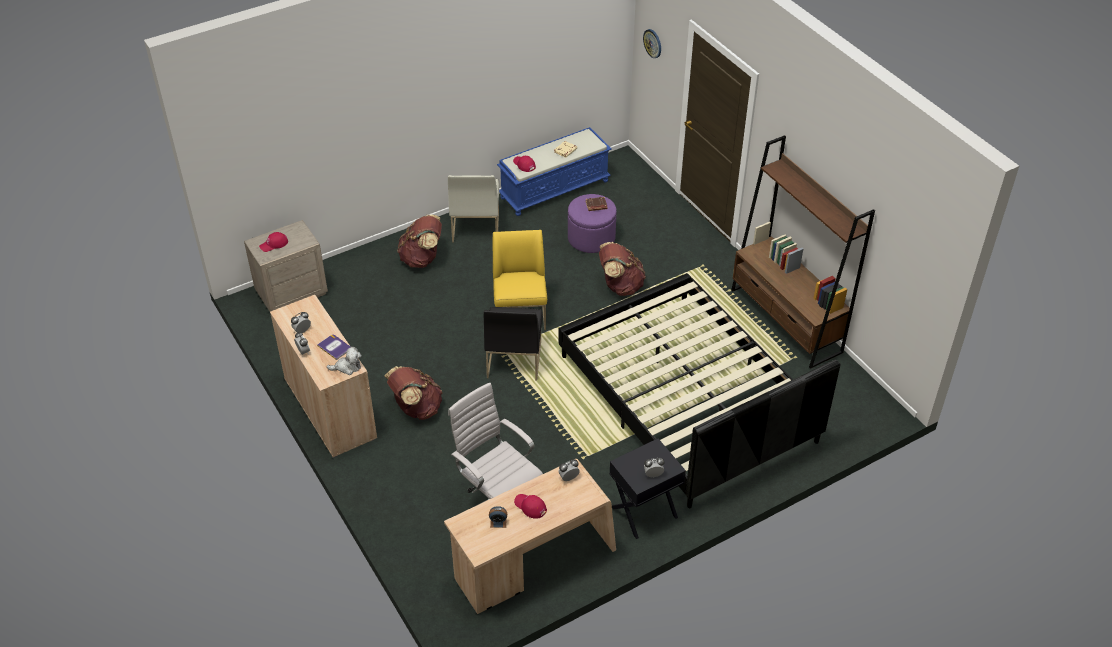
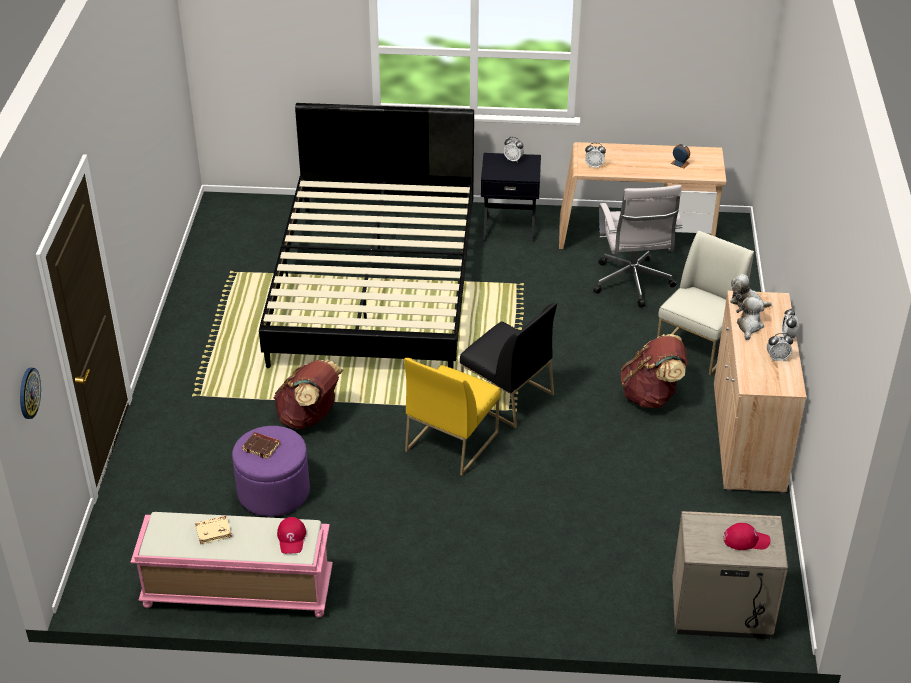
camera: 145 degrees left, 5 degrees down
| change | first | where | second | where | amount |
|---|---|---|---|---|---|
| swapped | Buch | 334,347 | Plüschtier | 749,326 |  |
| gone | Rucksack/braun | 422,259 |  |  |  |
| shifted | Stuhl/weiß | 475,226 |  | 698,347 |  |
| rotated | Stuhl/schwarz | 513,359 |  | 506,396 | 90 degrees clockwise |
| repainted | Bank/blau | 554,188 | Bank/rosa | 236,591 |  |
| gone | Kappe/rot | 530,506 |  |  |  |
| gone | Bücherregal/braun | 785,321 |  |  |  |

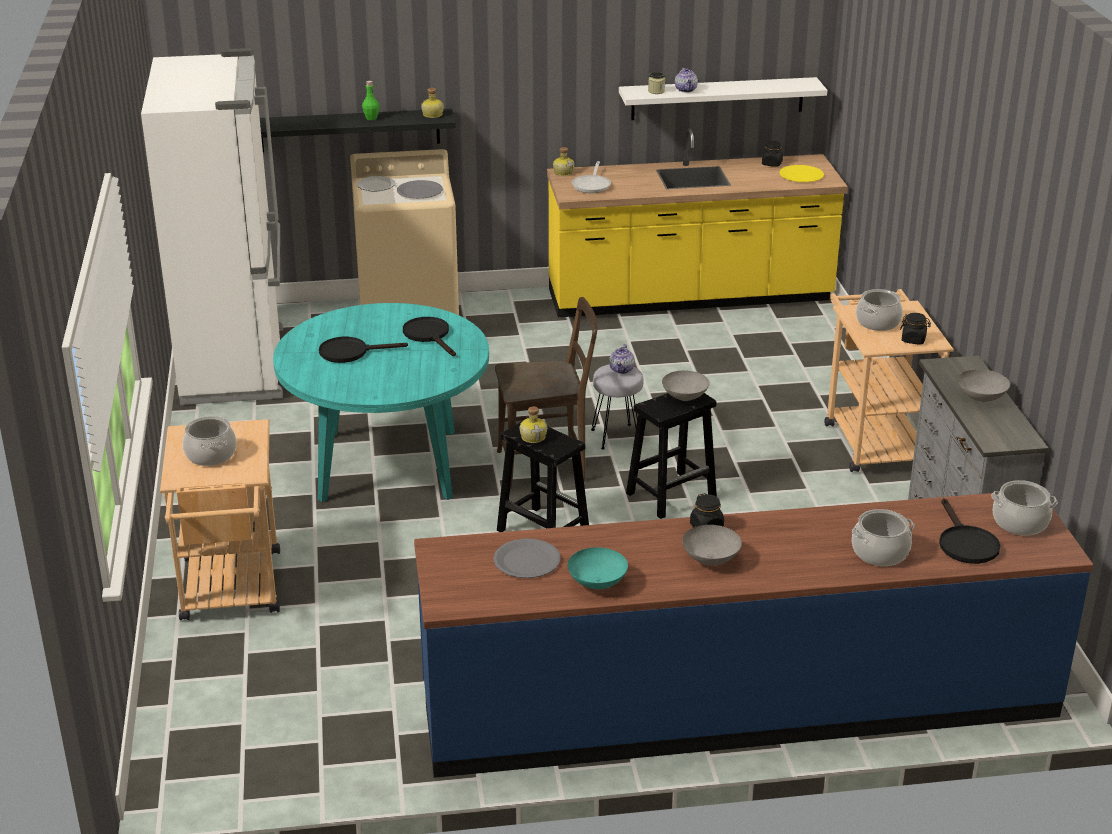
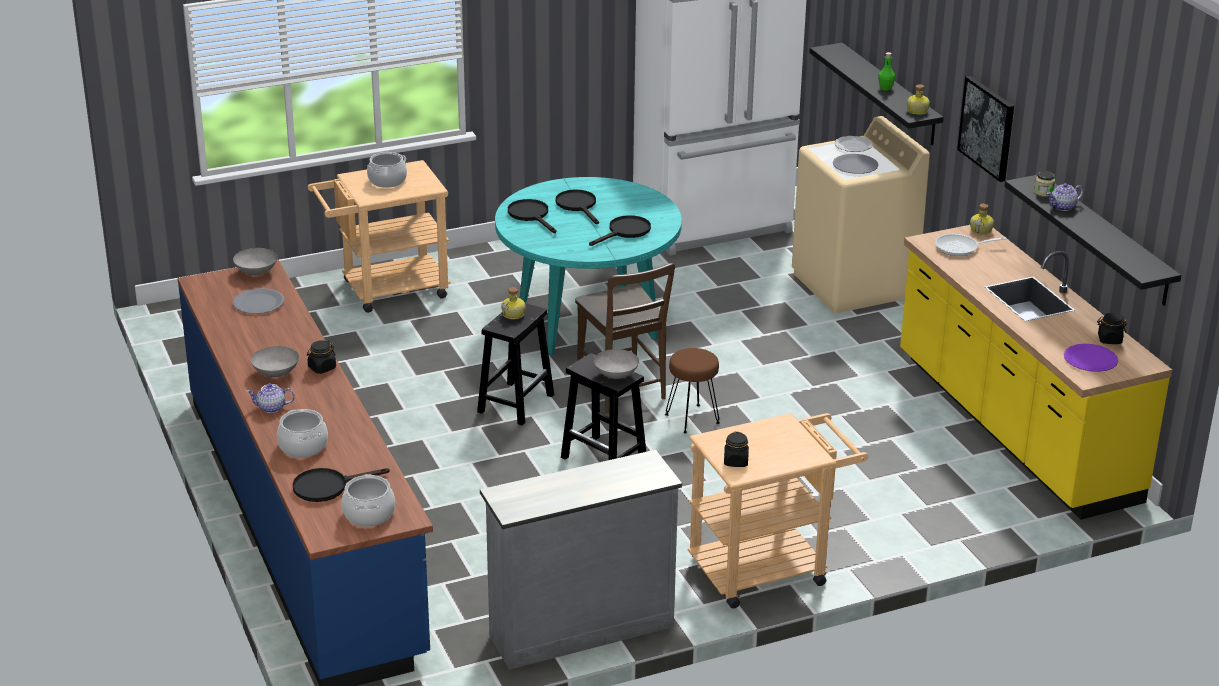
camera: 75 degrees right, 0 degrees up
| change | first | where | second | where | amount |
|---|---|---|---|---|---|
| gone | Schüssel/türkis | 596,583 |  |  |  |
| repainted | Hocker/grau | 617,437 | Hocker/braun | 692,419 |  |
| shifted | Teekanne | 622,370 |  | 271,408 |  |
| repainted | Wandregal/weiß | 717,98 | Wandregal/schwarz | 1105,240 |  |
| repainted | Teller/gelb | 801,175 | Teller/lila | 1090,359 |  |
| gone | Kochtopf | 878,323 |  |  |  |
| shifted | Schüssel/grau | 982,398 |  | 256,272 |  |
| new |  |  | Pfanne/schwarz | 531,215 |  |
| new |  |  | Bild | 987,128 |  |

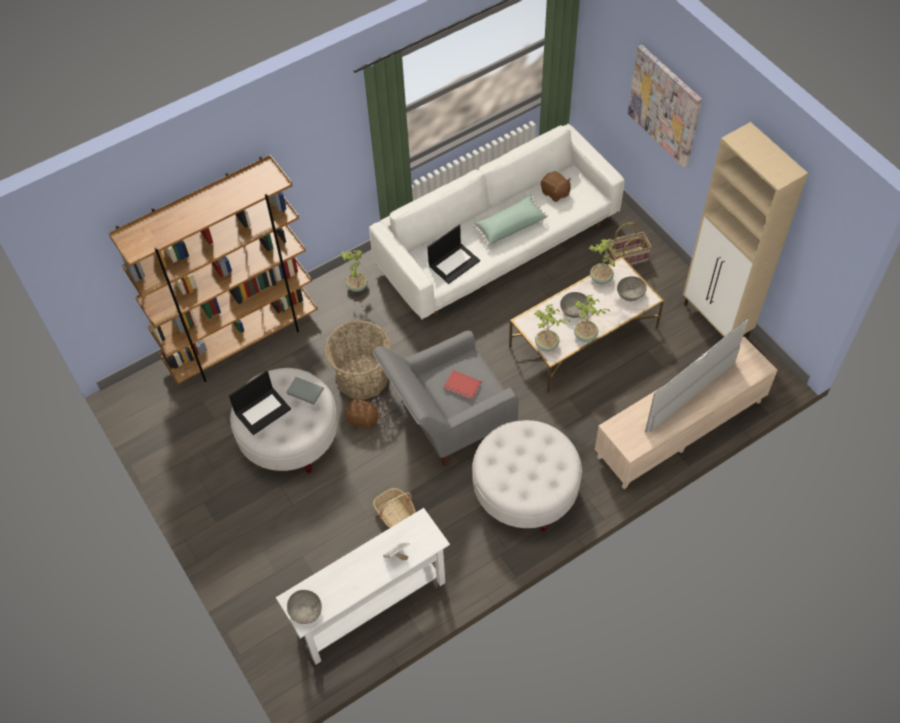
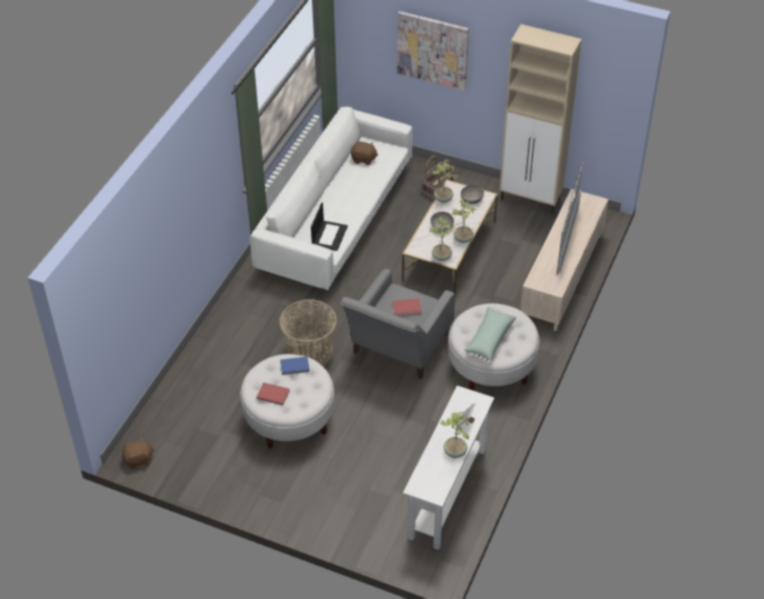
camera: 35 degrees left, 10 degrees down
| change | first | where | second | where | amount |
|---|---|---|---|---|---|
| gone | Bücherregal/braun | 242,341 |  |  |  |
| swapped | Laptop | 262,410 | Buch/rot | 273,394 |  |
| repainted | Buch/grau | 305,392 | Buch/blau | 295,367 |  |
| gone | Schüssel/grau | 306,611 |  |  |  |
| shifted | Topfpflanze | 356,286 |  | 454,452 |  |
| shifted | Plüschtier/braun | 362,419 |  | 138,460 |  |
| gone | Korb | 395,514 |  |  |  |
| shifted | Kissen/grün | 510,225 |  | 489,340 |  |

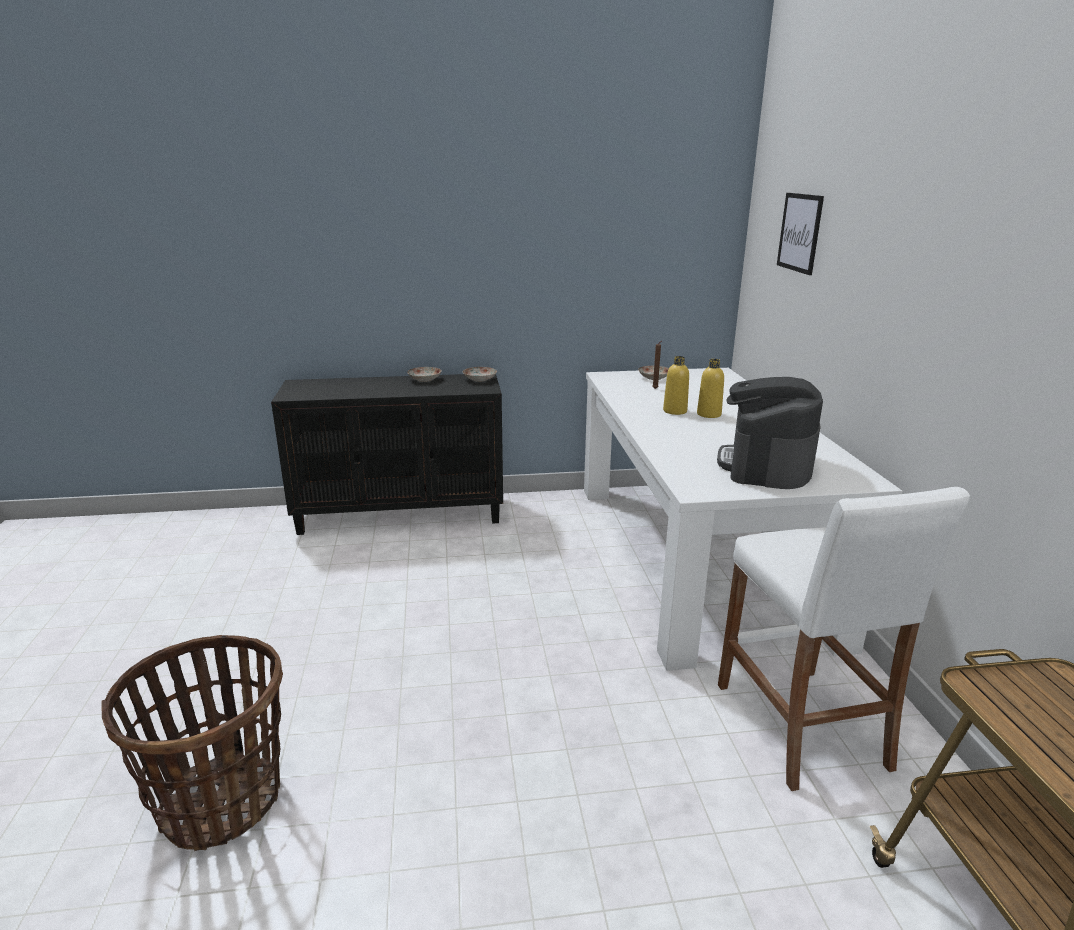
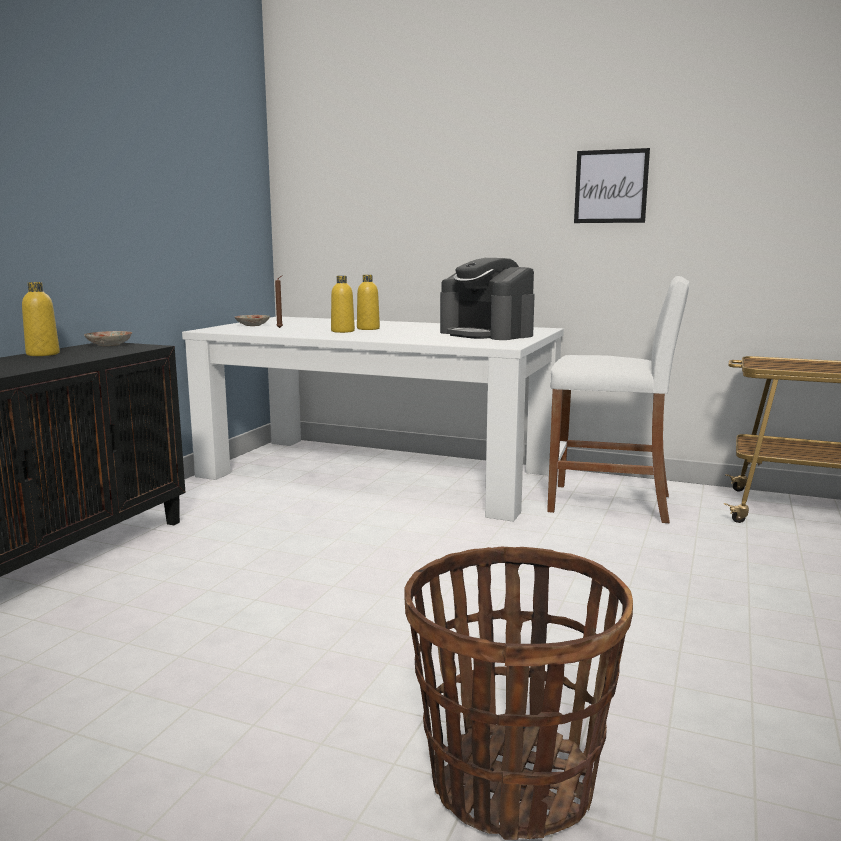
camera: 60 degrees left, 10 degrees down
| change | first | where | second | where | amount |
|---|---|---|---|---|---|
| swapped | Teller | 424,379 | Flasche/gelb | 43,354 |  |
| shifted | Bild | 799,232 |  | 611,186 |  |

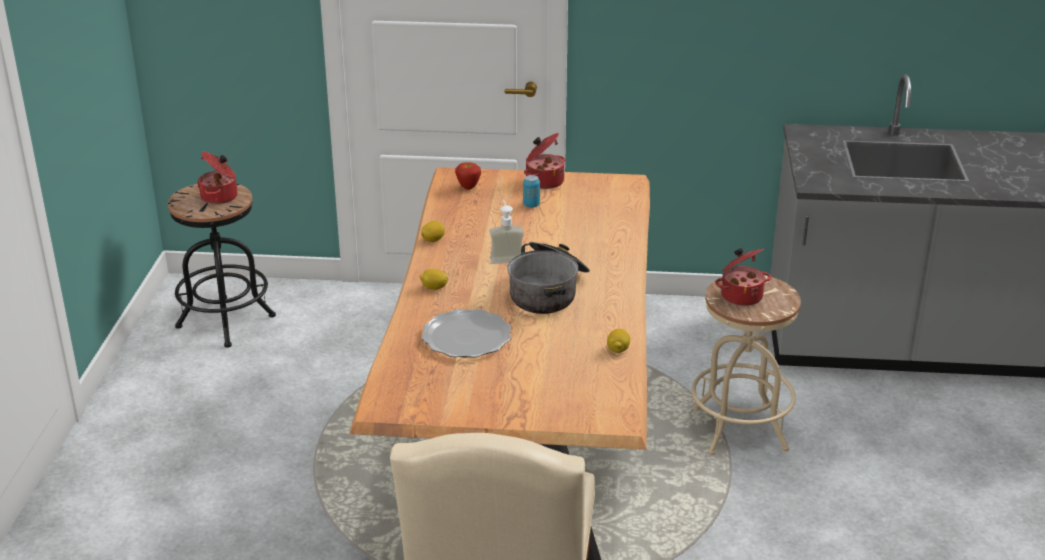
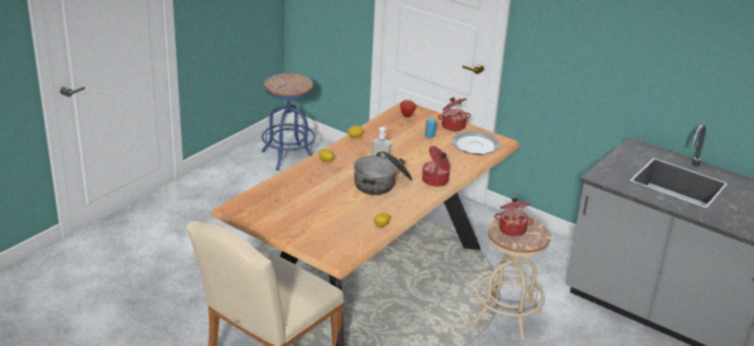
camera: 30 degrees right, 0 degrees up
| change | first | where | second | where | amount |
|---|---|---|---|---|---|
| repainted | Hocker/schwarz | 226,322 | Hocker/blau | 288,157 |  |
| shifted | Kochtopf | 220,197 |  | 436,181 |  |
| shifted | Teller | 466,337 |  | 475,145 |  |

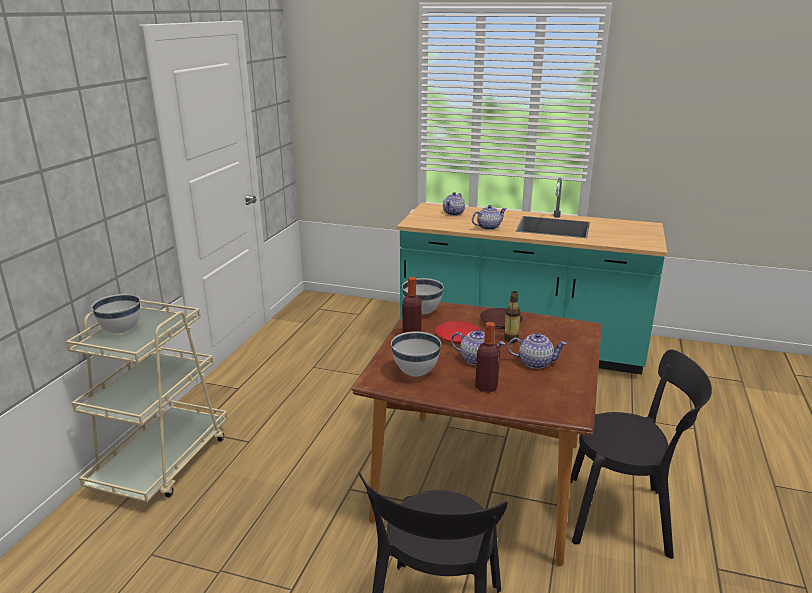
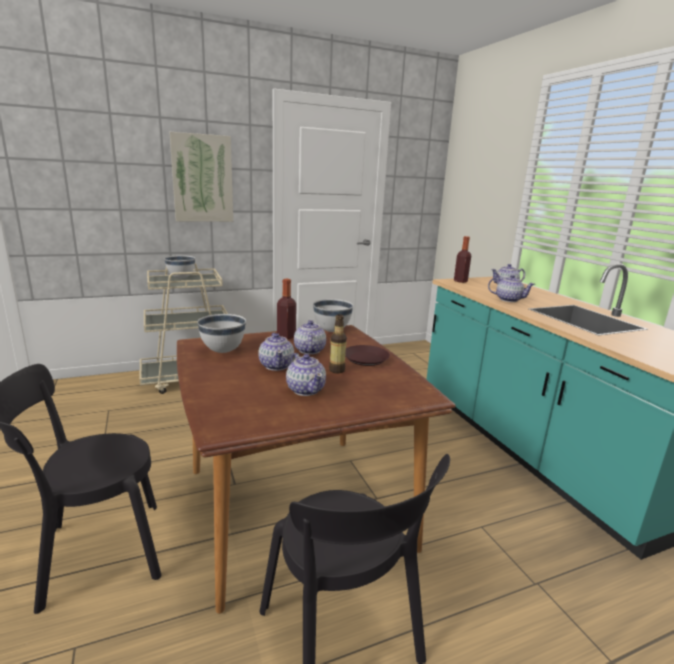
camera: 50 degrees right, 5 degrees down
| change | first | where | second | where | amount |
|---|---|---|---|---|---|
| swapped | Teller/rot | 458,336 | Teekanne | 309,350 |  |
| shifted | Flasche | 486,387 |  | 460,281 |  |
| new |  |  | Bild | 202,178 |  |

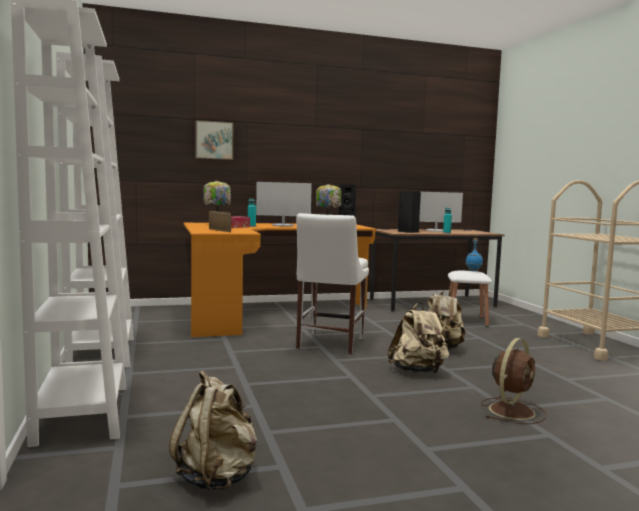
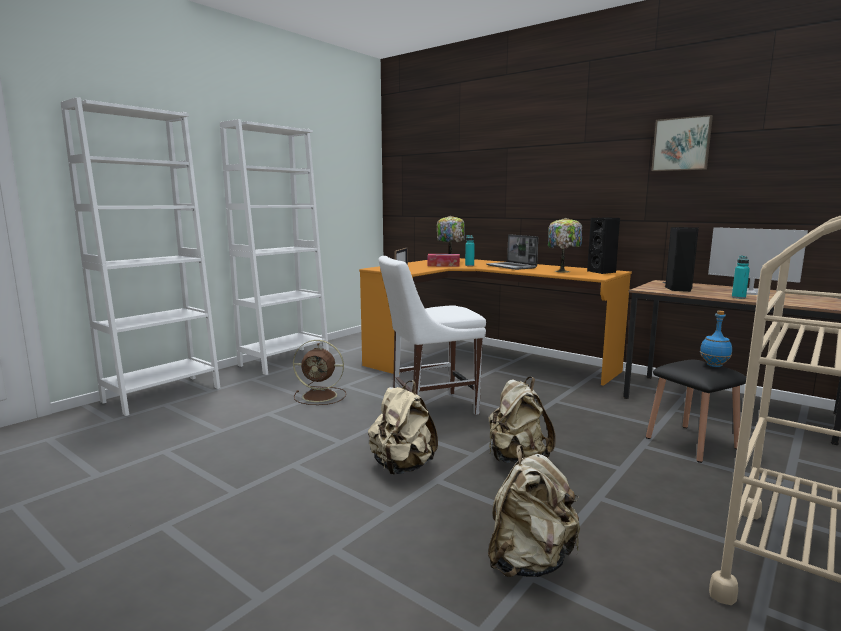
camera: 55 degrees right, 5 degrees up
| change | first | where | second | where | amount |
|---|---|---|---|---|---|
| shifted | Rucksack/beige | 217,478 |  | 529,561 |  |
| shifted | Bild | 214,140 |  | 681,144 |  |
| swapped | Monitor | 283,225 | Laptop | 511,267 |  |
| repainted | Hocker/weiß | 466,320 | Hocker/schwarz | 691,443 |  |
| shifted | Ventilator/braun | 512,410 |  | 321,396 |  |

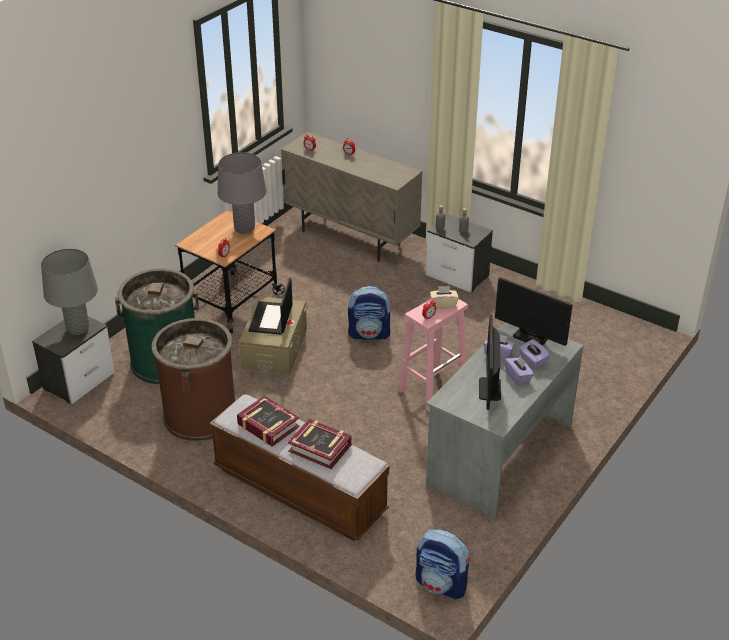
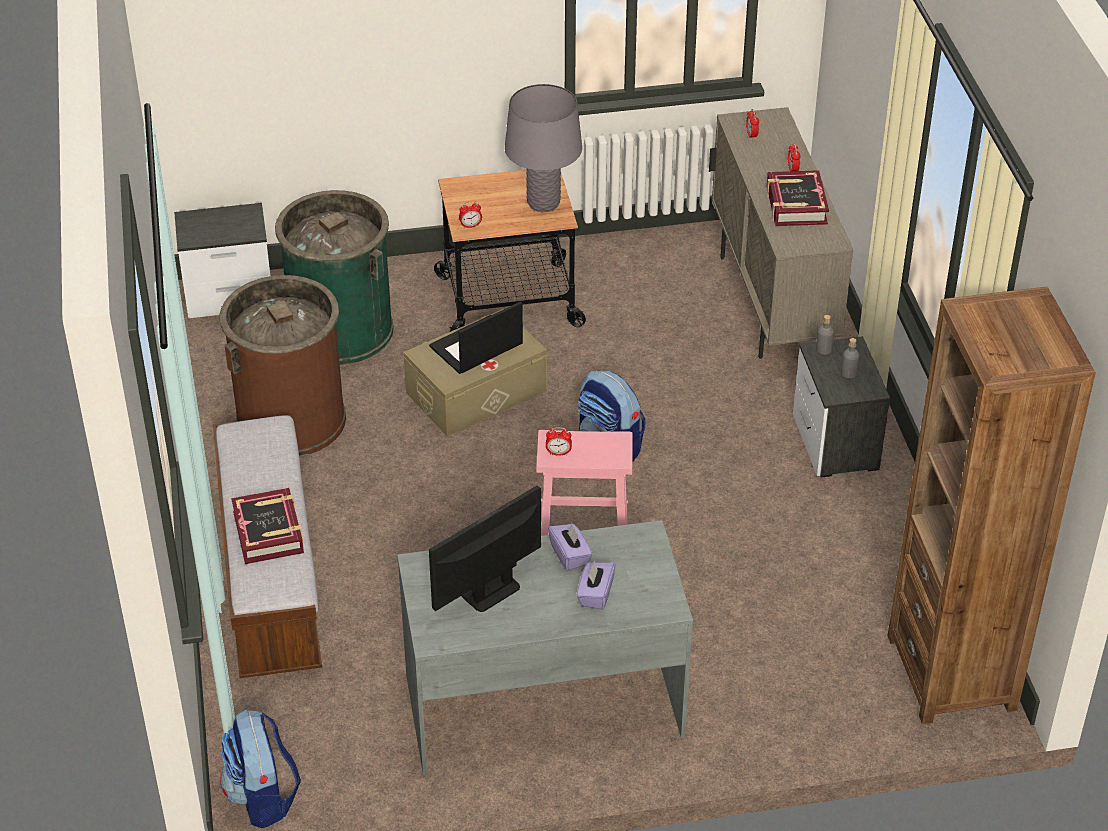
camera: 45 degrees right, 5 degrees up
| change | first | where | second | where | amount |
|---|---|---|---|---|---|
| gone | Tischlampe/grau | 78,328 |  |  |  |
| shifted | Buch | 268,426 |  | 795,205 |  |
| gone | Taschentuchbox/beige | 443,304 |  |  |  |
| gone | Monitor | 530,337 |  |  |  |
| gone | Taschentuchbox/lila | 518,377 |  |  |  |
| new |  |  | Bücherregal/braun | 952,672 |  |

